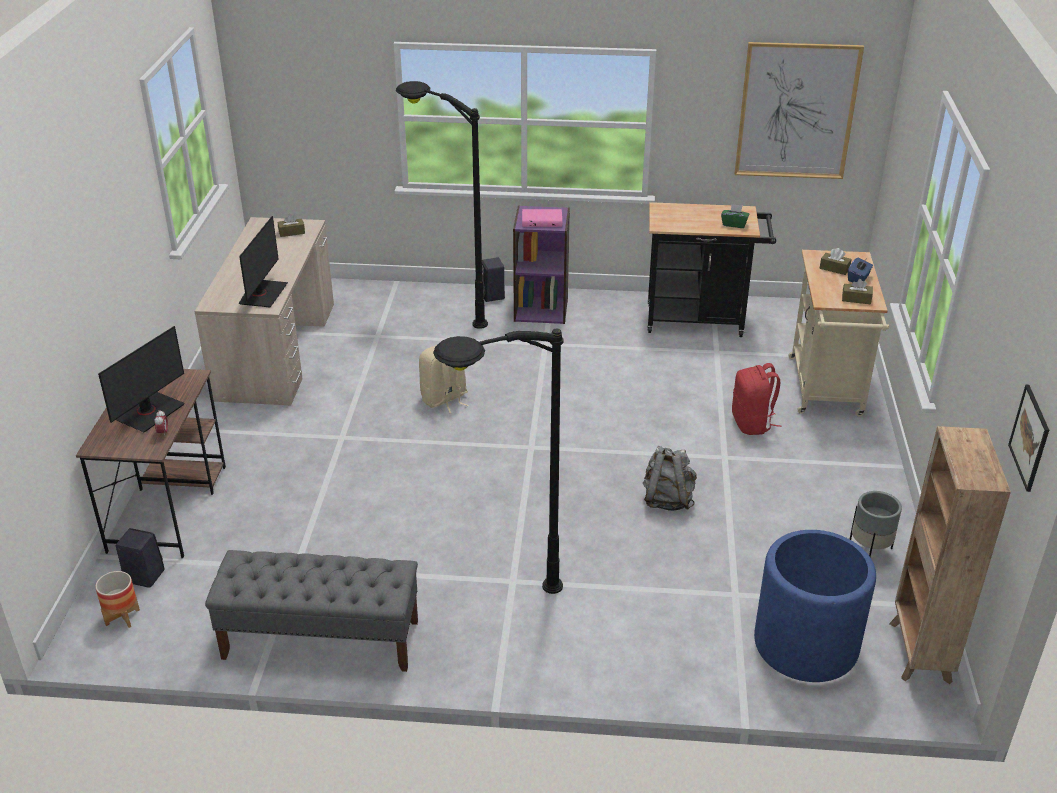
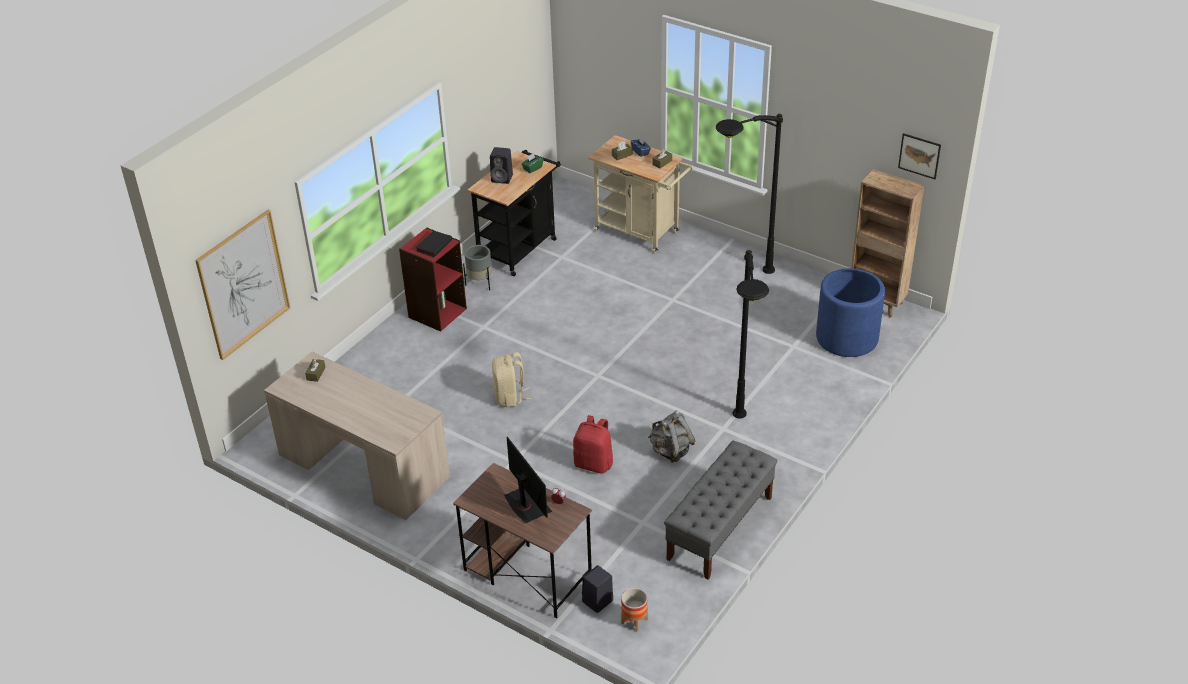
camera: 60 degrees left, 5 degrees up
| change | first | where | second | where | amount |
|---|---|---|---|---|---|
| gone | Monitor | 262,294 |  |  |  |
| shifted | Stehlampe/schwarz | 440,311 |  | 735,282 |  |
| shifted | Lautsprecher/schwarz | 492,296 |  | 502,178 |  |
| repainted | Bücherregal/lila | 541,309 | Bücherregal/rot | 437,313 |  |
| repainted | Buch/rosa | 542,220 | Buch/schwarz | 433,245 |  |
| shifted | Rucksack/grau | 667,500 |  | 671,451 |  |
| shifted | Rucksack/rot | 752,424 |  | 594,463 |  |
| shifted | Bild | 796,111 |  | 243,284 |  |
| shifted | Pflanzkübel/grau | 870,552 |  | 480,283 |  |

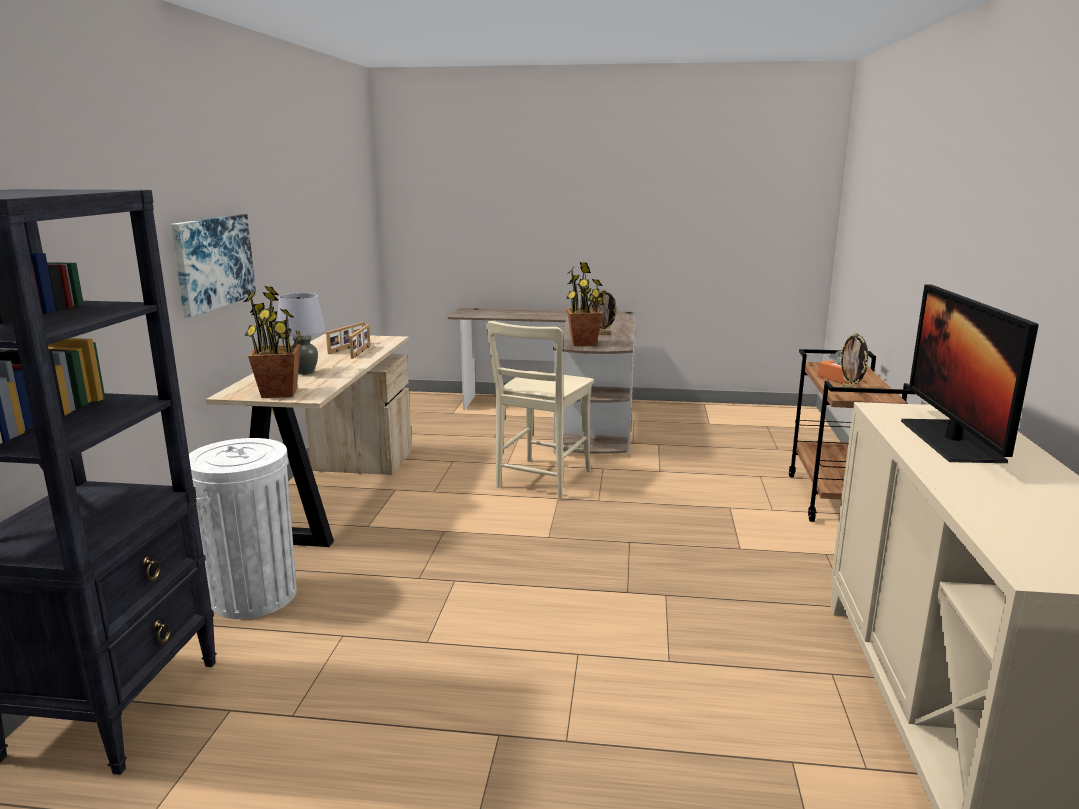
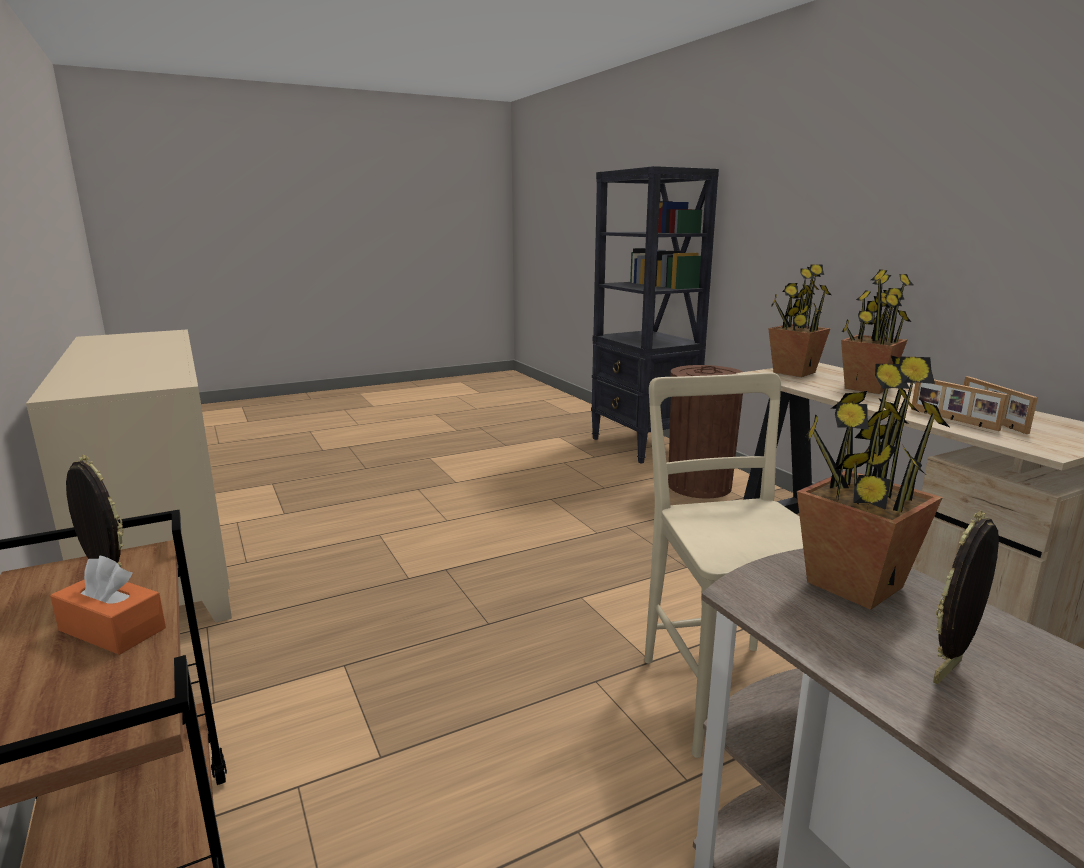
camera: 145 degrees right, 0 degrees up
| change | first | where | second | where | amount |
|---|---|---|---|---|---|
| gone | Bild | 212,262 |  |  |  |
| repainted | Mülleimer/weiß | 254,596 | Mülleimer/braun | 699,486 |  |
| swapped | Tischlampe/grau | 305,372 | Topfpflanze | 866,388 |  |
| gone | Monitor | 950,440 |  |  |  |

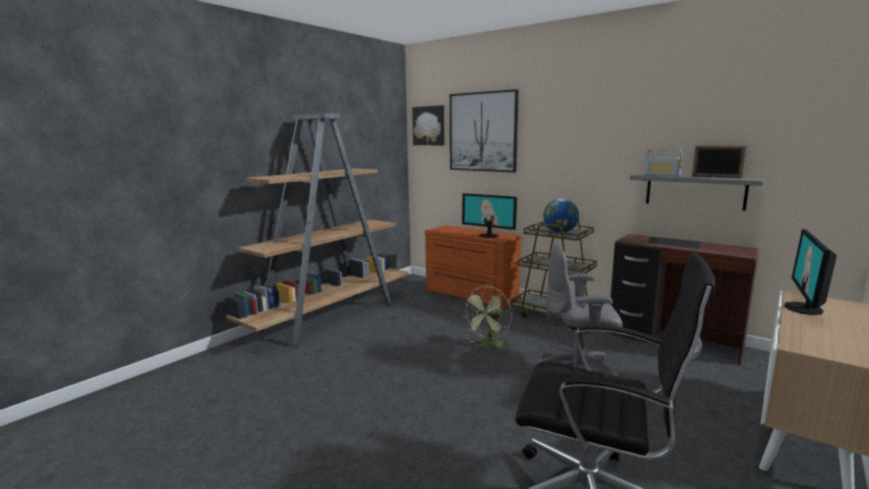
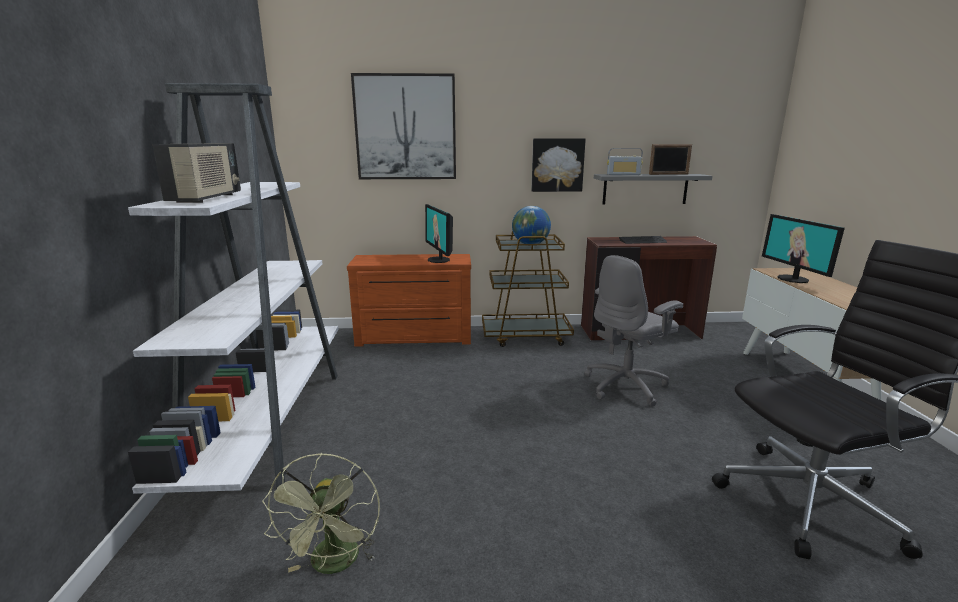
camera: 40 degrees left, 5 degrees up
| change | first | where | second | where | amount |
|---|---|---|---|---|---|
| repainted | Bücherregal/braun | 331,316 | Bücherregal/weiß | 271,421 |  |
| shifted | Bild | 429,126 |  | 557,165 |  |
| rotated | Monitor | 488,235 |  | 439,260 | 75 degrees clockwise |
| shifted | Ventilator/grün | 489,346 |  | 334,565 |  |
| new |  |  | Radio | 207,198 |  |

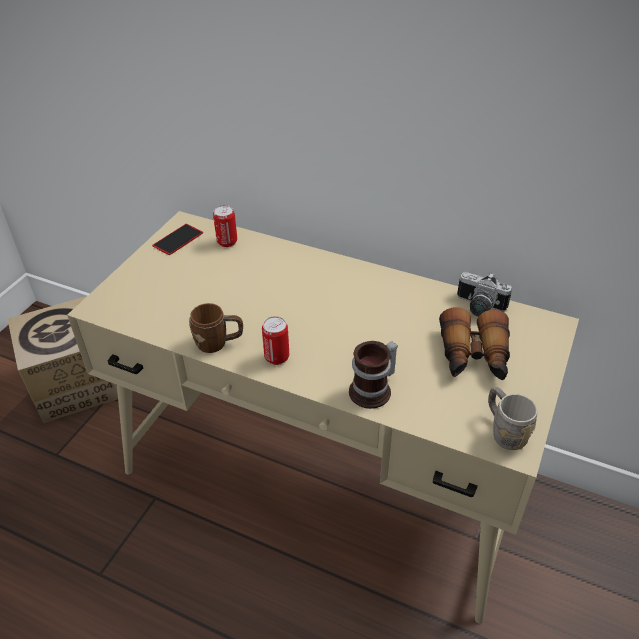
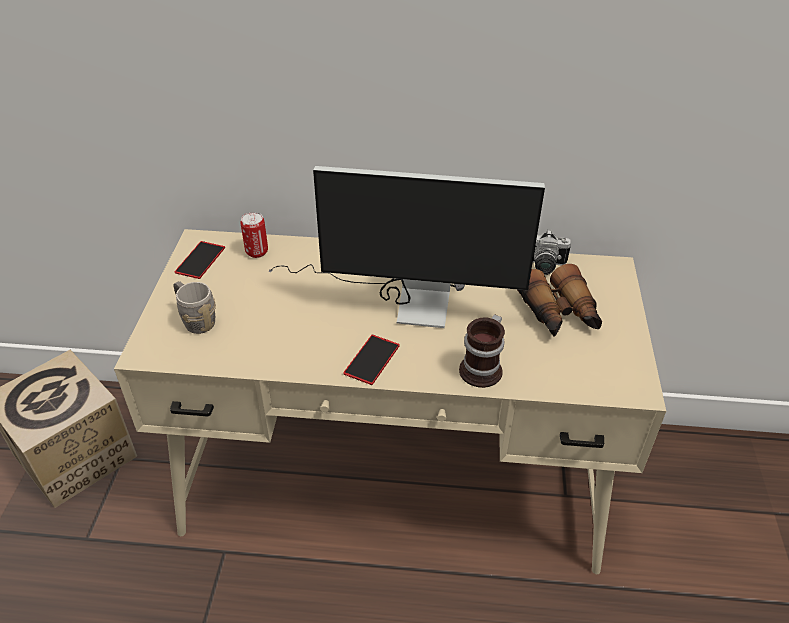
camera: 20 degrees left, 0 degrees up
| change | first | where | second | where | amount |
|---|---|---|---|---|---|
| gone | Henkelbecher/braun | 218,343 |  |  |  |
| swapped | Dose | 277,357 | Handy | 371,359 |  |
| shifted | Henkelbecher/grau | 504,431 |  | 196,320 |  |
| new |  |  | Monitor | 403,300 |  |

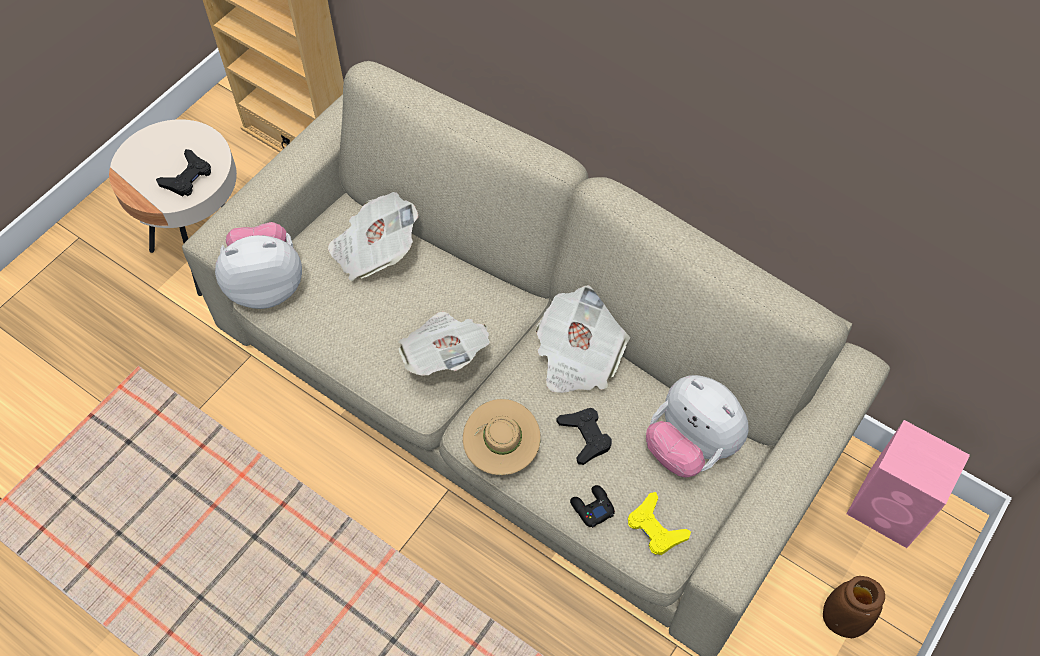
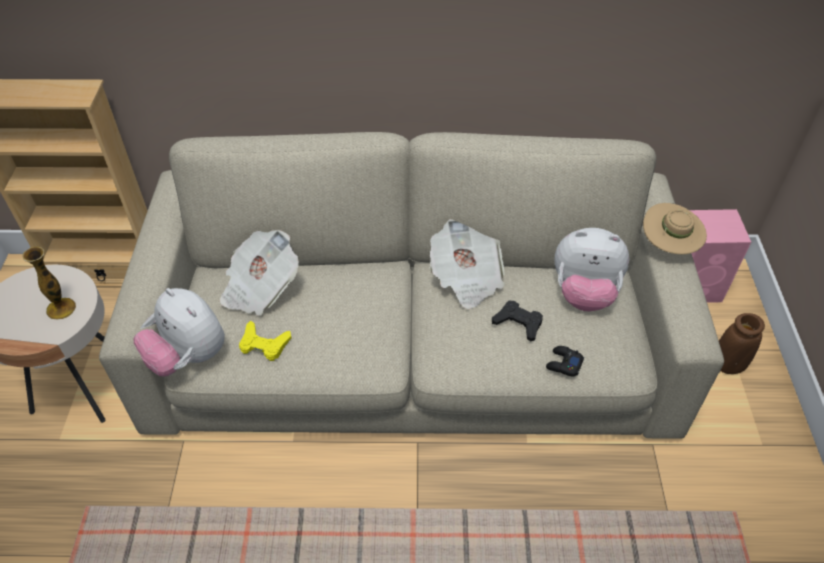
camera: 35 degrees left, 10 degrees down
| change | first | where | second | where | amount |
|---|---|---|---|---|---|
| swapped | Gamepad/schwarz | 187,177 | Vase | 61,308 |  |
| rotated | Plüschtier | 266,285 |  | 188,357 | 90 degrees counterclockwise |
| gone | Zeitung | 444,354 |  |  |  |
| shifted | Hut/beige | 501,450 |  | 668,246 |  |
| shifted | Gamepad/gelb | 655,528 |  | 264,344 |  |

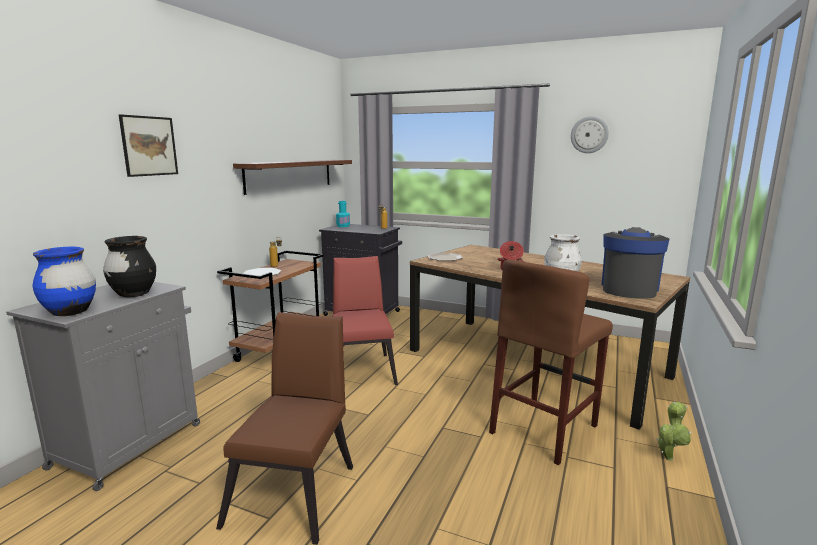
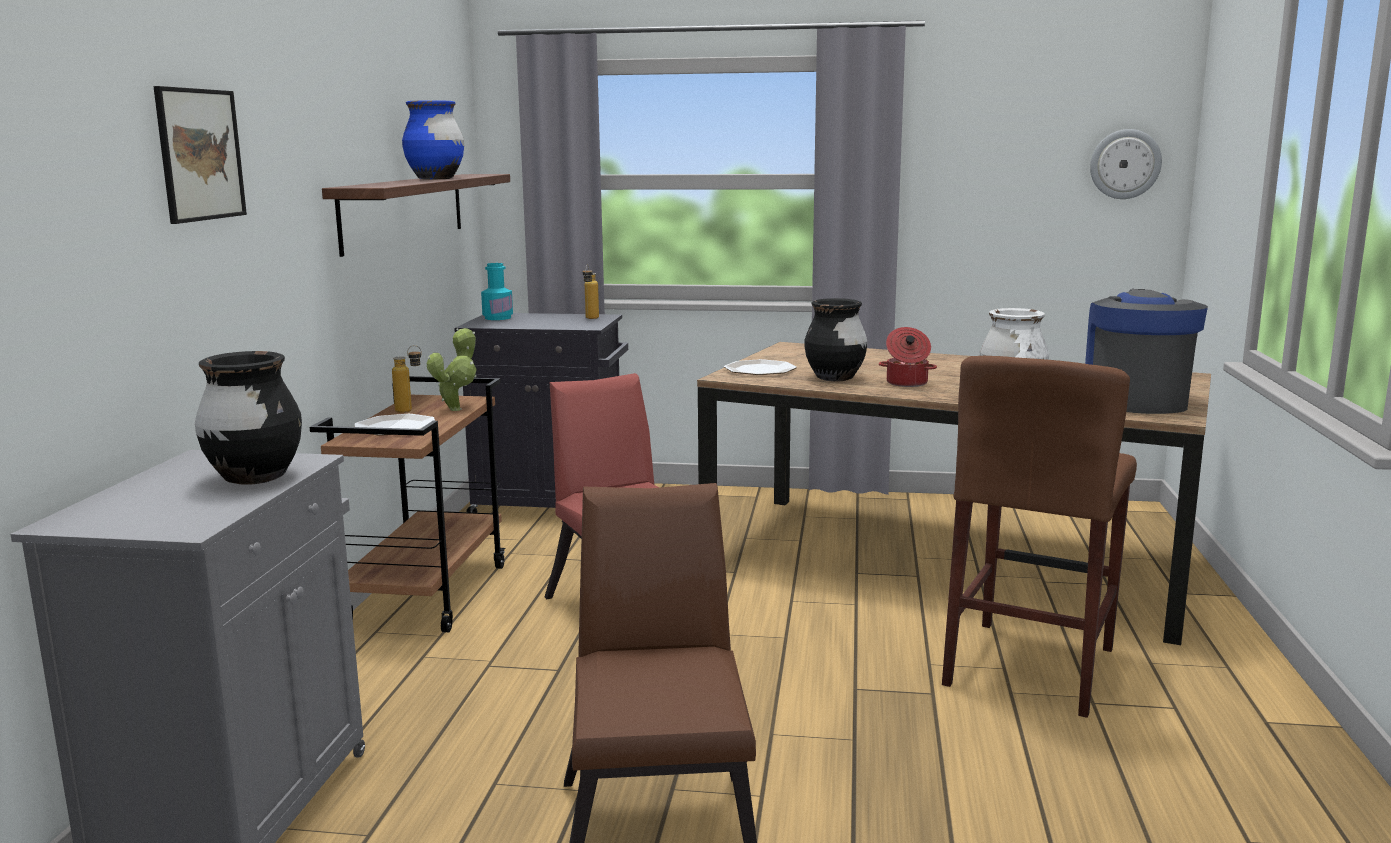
camera: 15 degrees left, 0 degrees up
| change | first | where | second | where | amount |
|---|---|---|---|---|---|
| shifted | Vase/blau | 70,312 |  | 435,178 |  |
| shifted | Wanduhr | 589,134 |  | 1125,164 |  |
| shifted | Topfpflanze | 669,456 |  | 457,408 |  |
| new |  |  | Vase/schwarz | 835,378 |  |

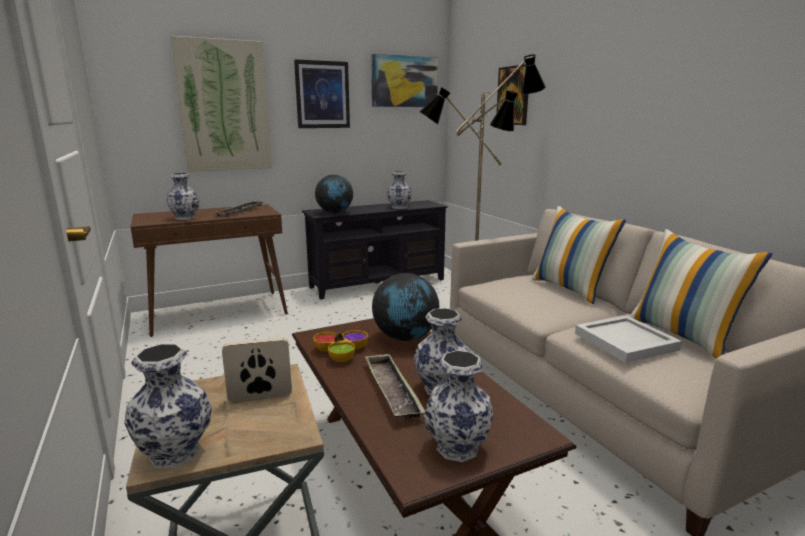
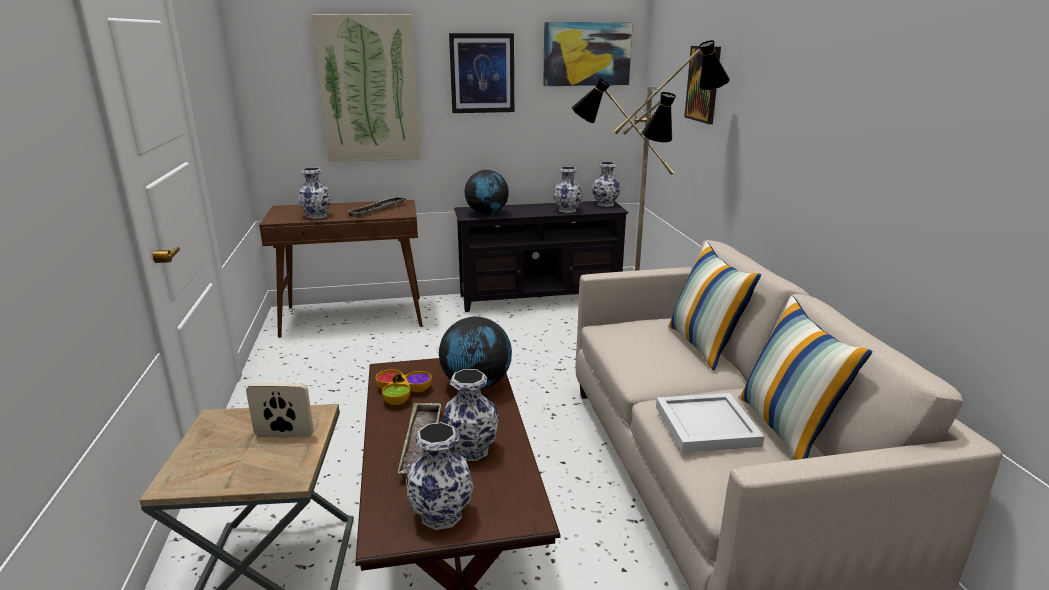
camera: 15 degrees right, 5 degrees up
| change | first | where | second | where | amount |
|---|---|---|---|---|---|
| shifted | Vase | 175,451 |  | 605,204 |  |

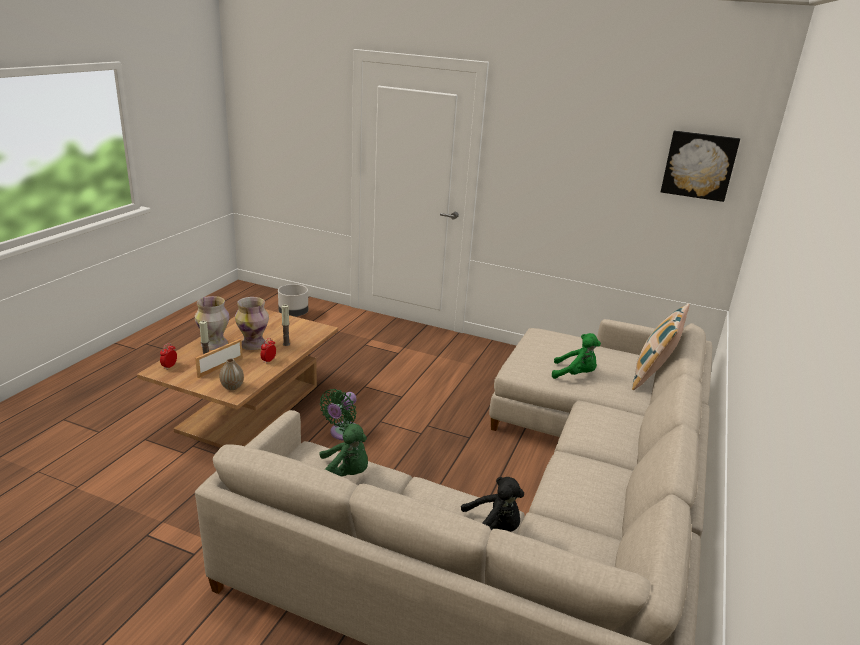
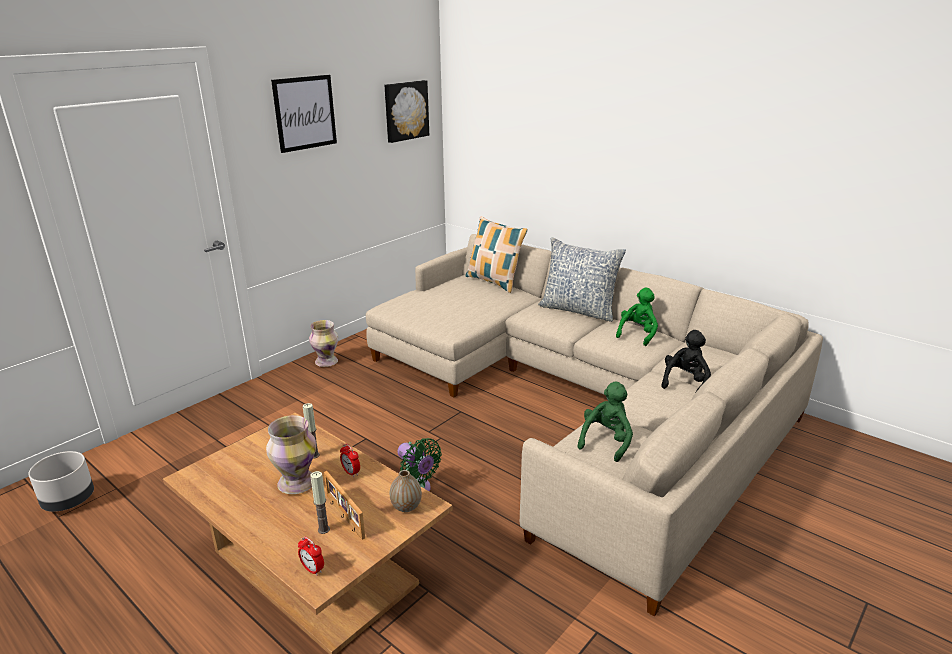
camera: 70 degrees left, 0 degrees up
| change | first | where | second | where | amount |
|---|---|---|---|---|---|
| shifted | Vase | 214,345 |  | 327,362 |  |
| shifted | Plüschtier/grün | 575,374 |  | 637,334 |  |
| new |  |  | Bild | 305,113 |  |
| new |  |  | Kissen | 578,310 |  |

